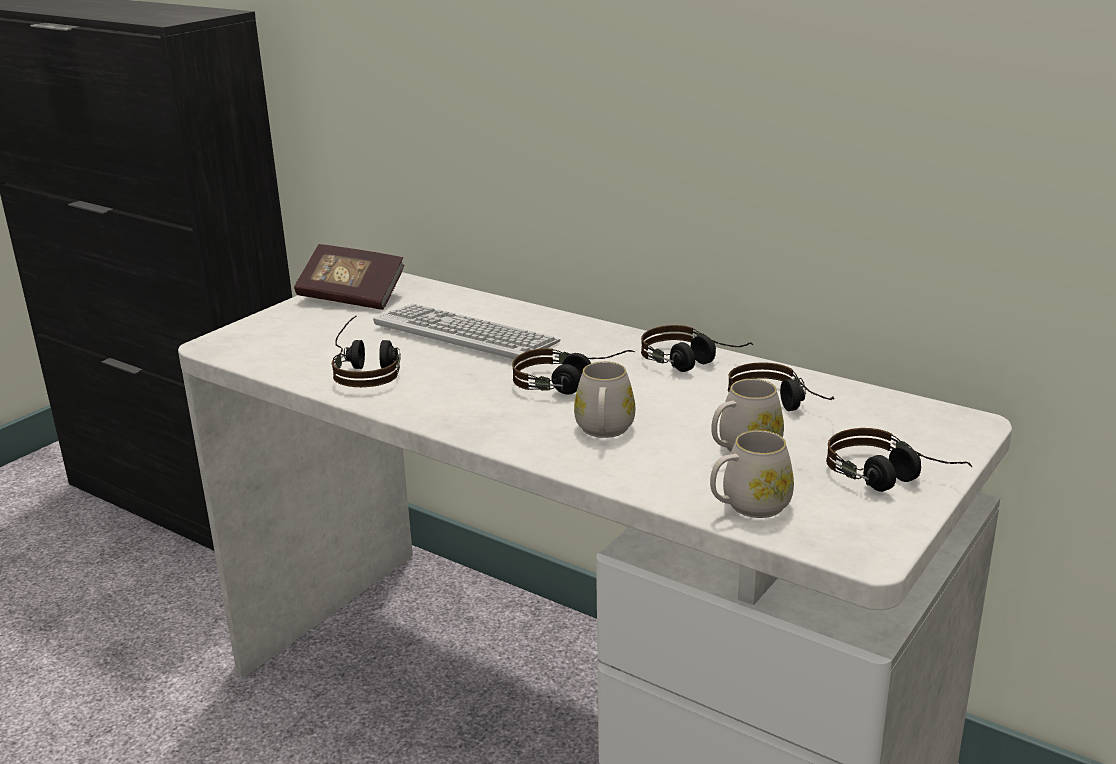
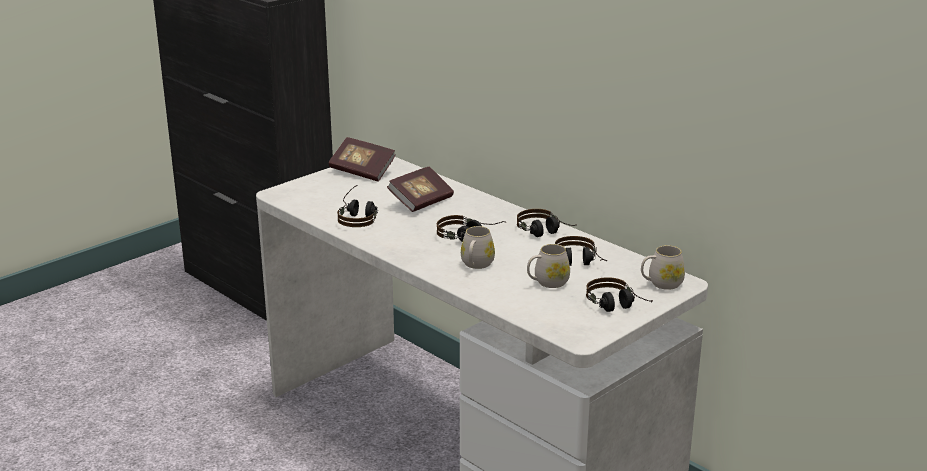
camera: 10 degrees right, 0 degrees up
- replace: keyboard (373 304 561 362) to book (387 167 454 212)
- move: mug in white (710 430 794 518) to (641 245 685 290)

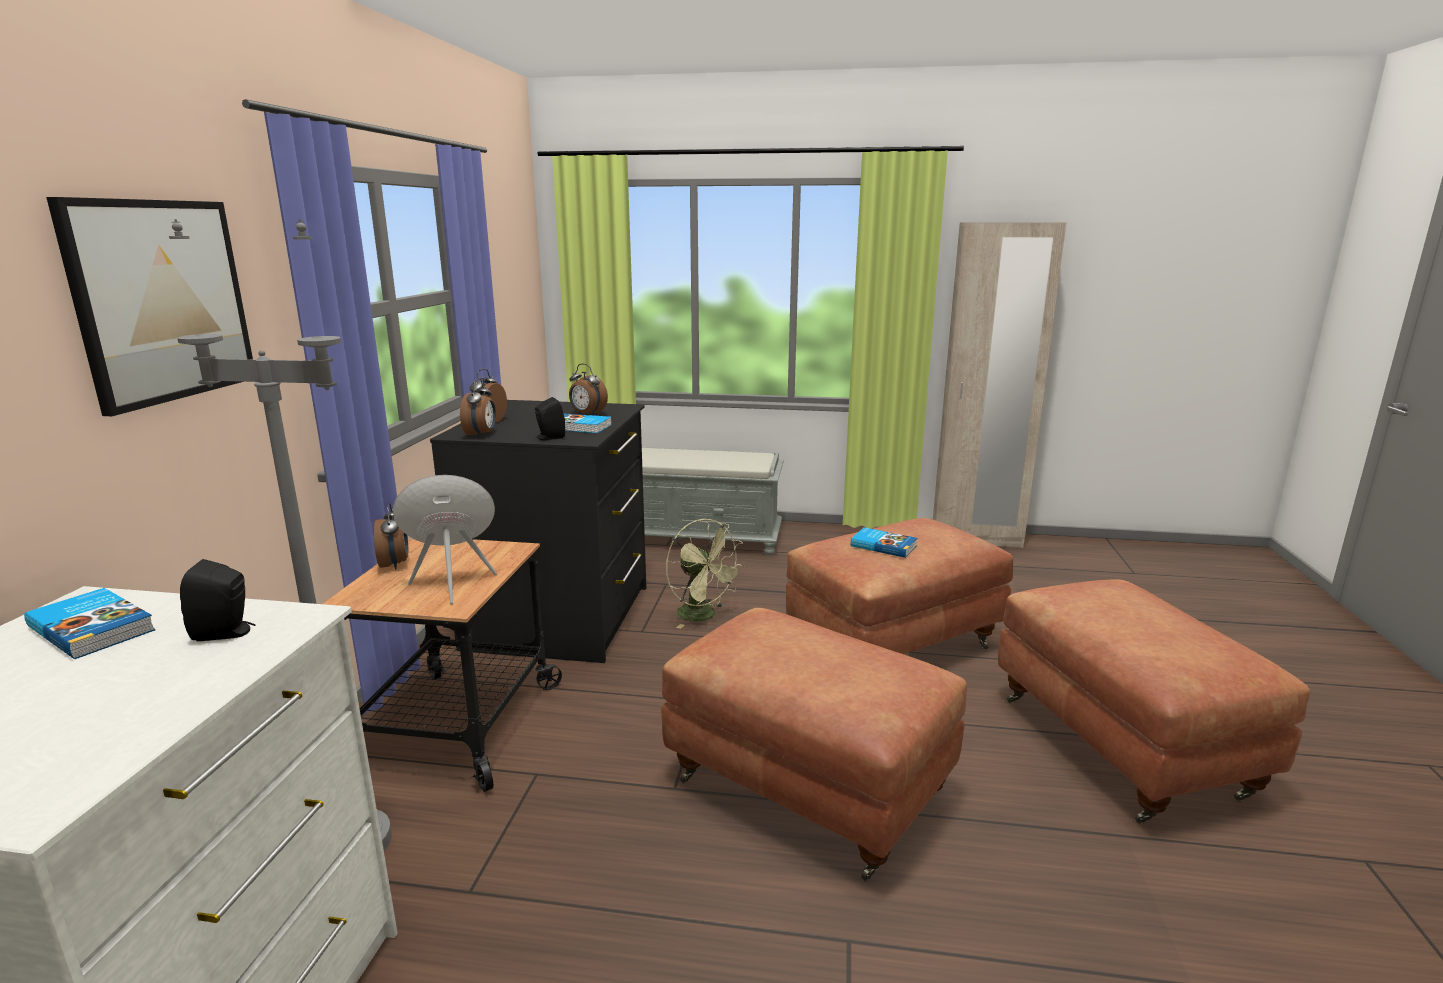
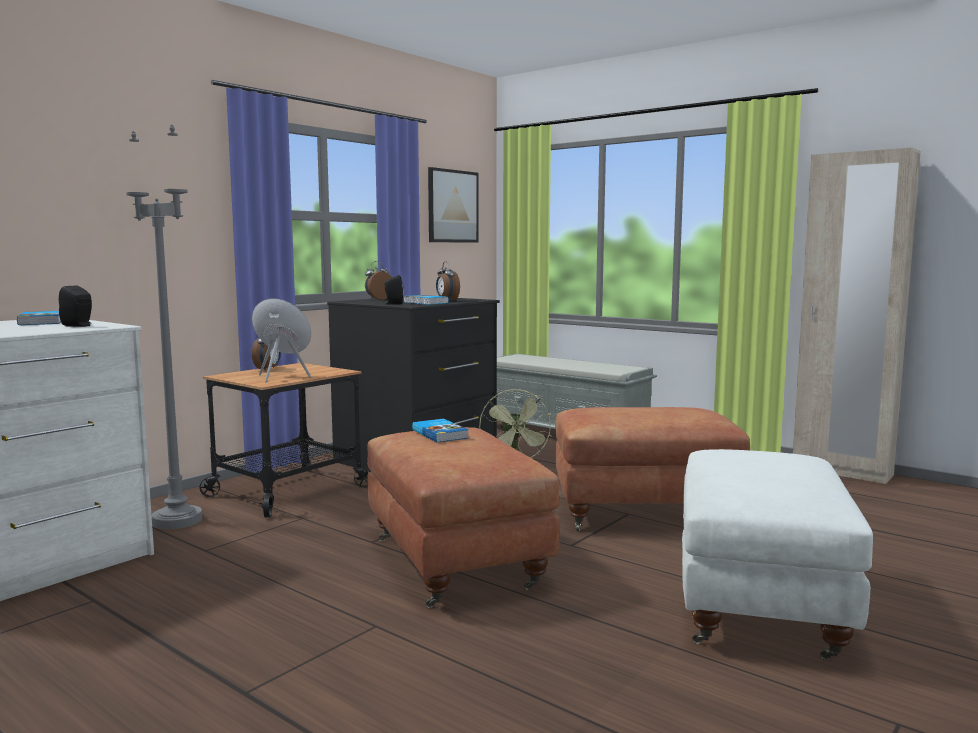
camera: 30 degrees right, 10 degrees down
- move: picture (46 197 253 416) to (428 167 479 243)
- delete: alarm clock (460 378 496 438)
- move: book (851 527 917 558) to (412 419 469 443)
- recolor: ottoman in brown (998 579 1310 824) to ottoman in white (682 449 873 660)

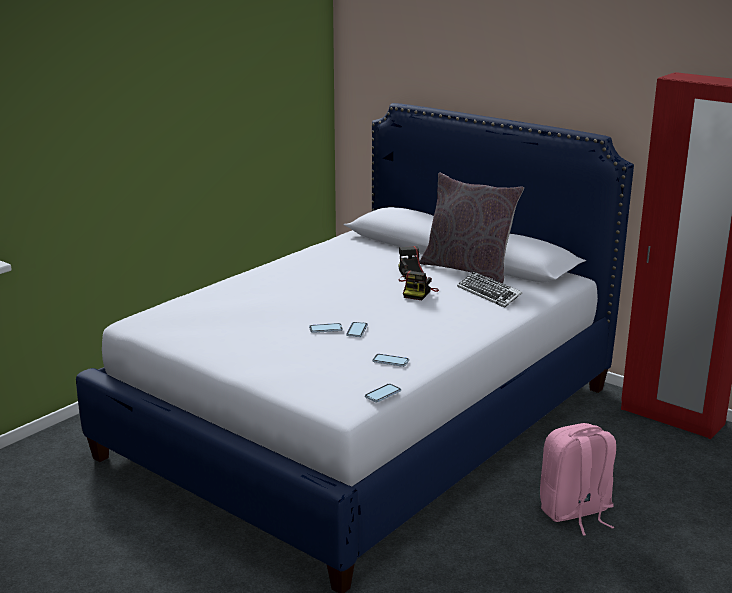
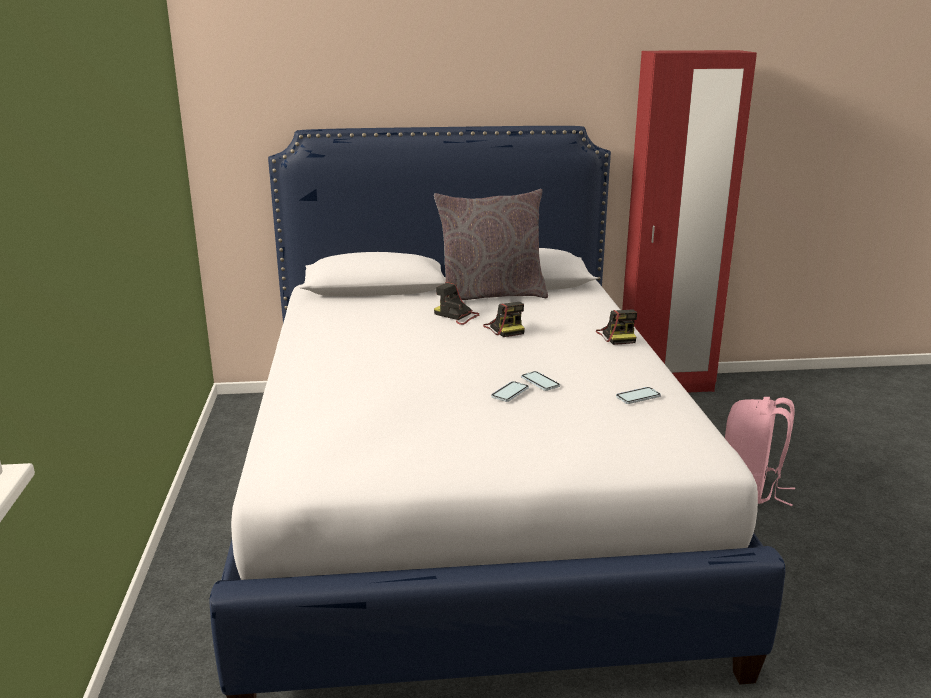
camera: 45 degrees left, 0 degrees up
- delete: keyboard (457 272 522 308)
- delete: phone (365 384 401 402)
- insert: photo camera (596 310 637 345)

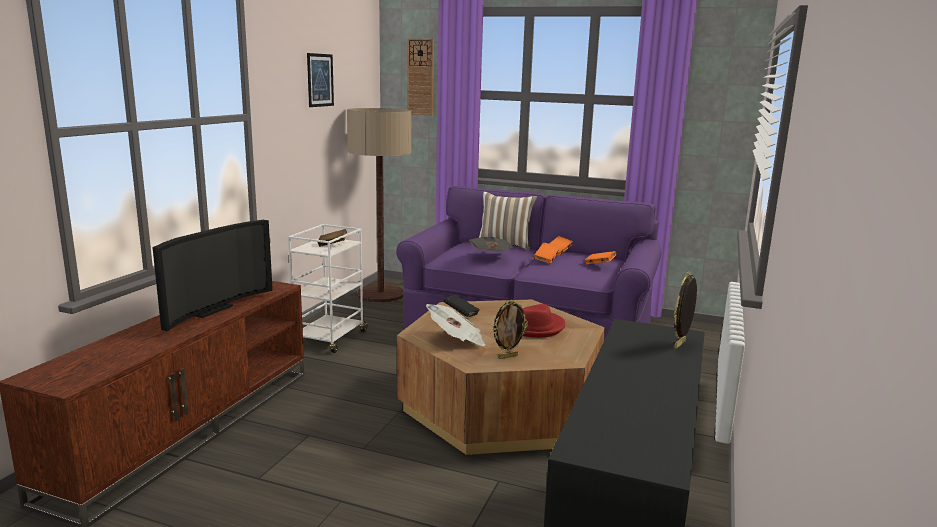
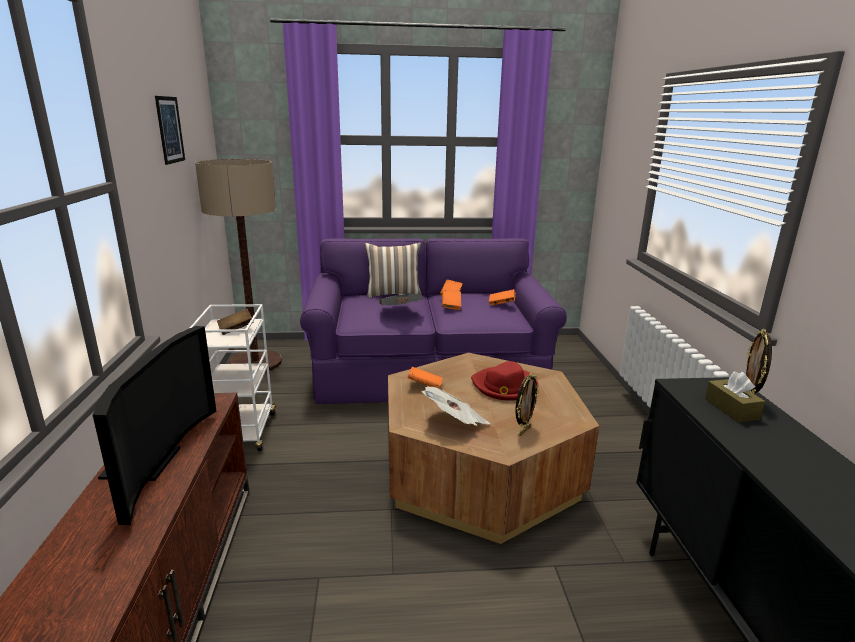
camera: 25 degrees left, 5 degrees up
- delete: wall clock (407 38 434 116)
- recolor: book in black (443 295 480 317) to book in orange (407 367 443 388)
- insert: tissue box in brown (705 371 765 423)

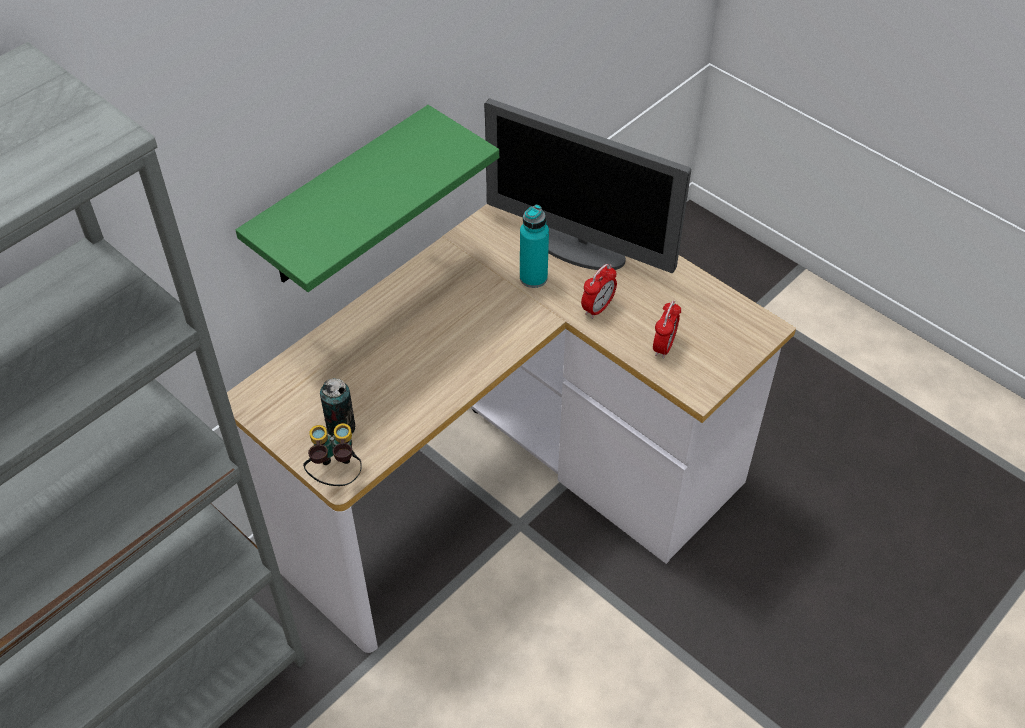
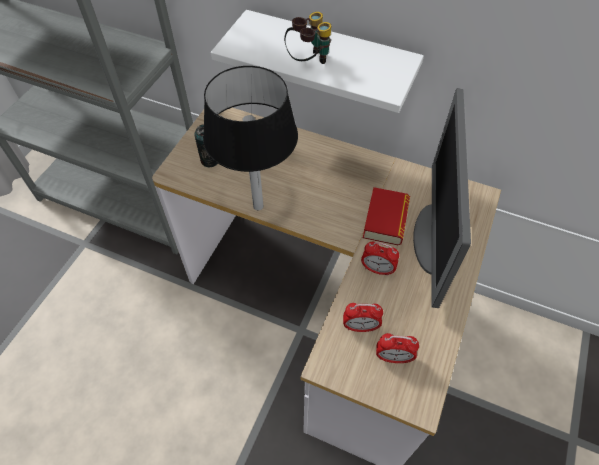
camera: 70 degrees right, 5 degrees up
- recolor: shelf in green (236 105 499 292) to shelf in white (210 10 424 113)
- replace: bottle in turquoise (520 205 549 288) to book (363 187 410 245)
- move: binoculars (303 423 362 486) to (284 12 331 64)
- insert: table lamp in black (203 66 298 210)
- insert: alarm clock (376 333 419 363)

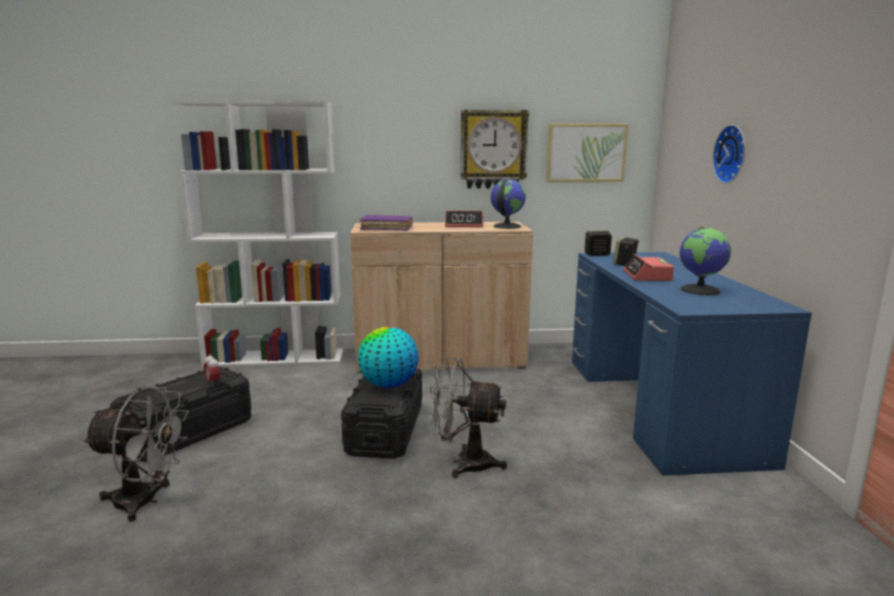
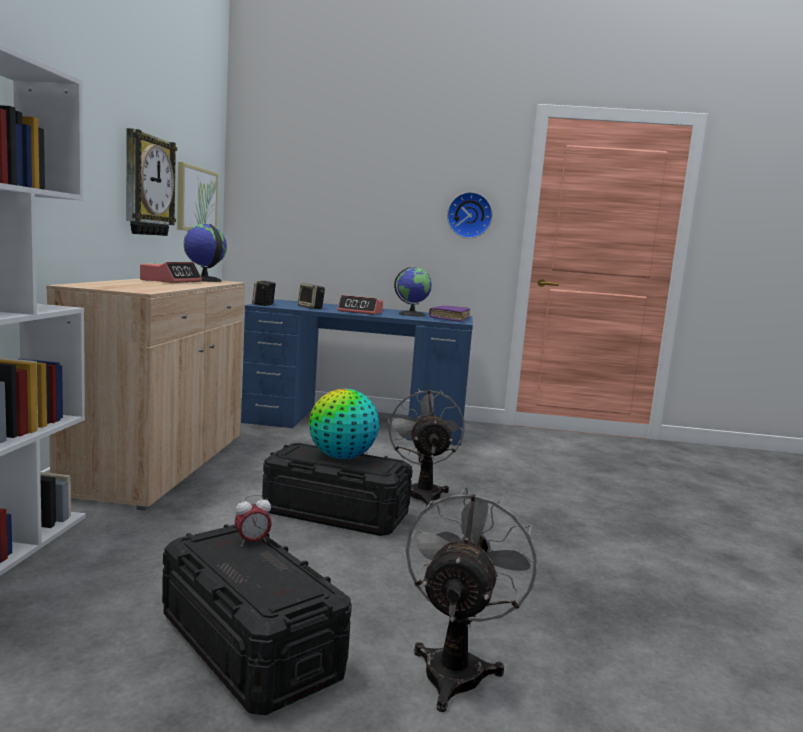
camera: 80 degrees left, 5 degrees down
- move: wall clock (712 125 745 183) to (447 192 493 238)
- move: book in purple (360 214 413 231) to (429 305 470 322)
- rotate: fan in grey (428 357 507 478) = (388 388 465 507) 150 degrees clockwise

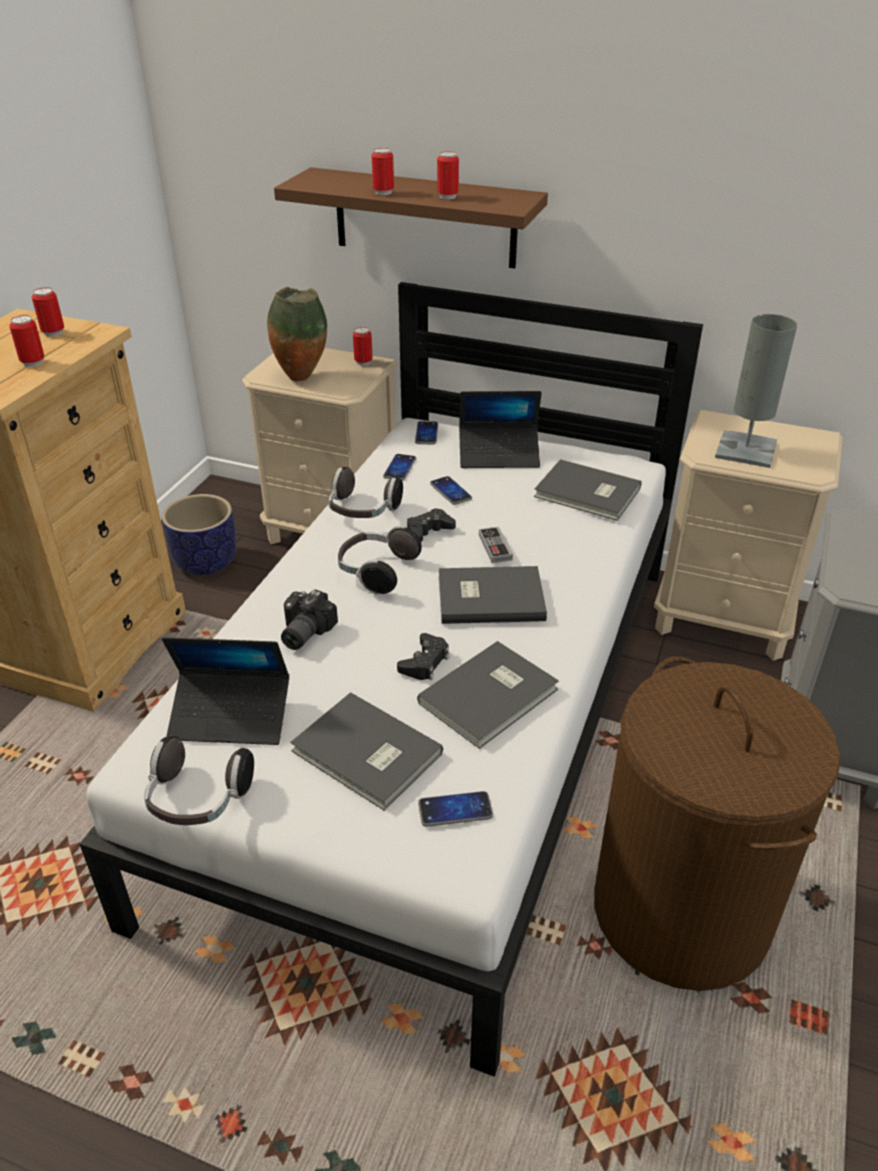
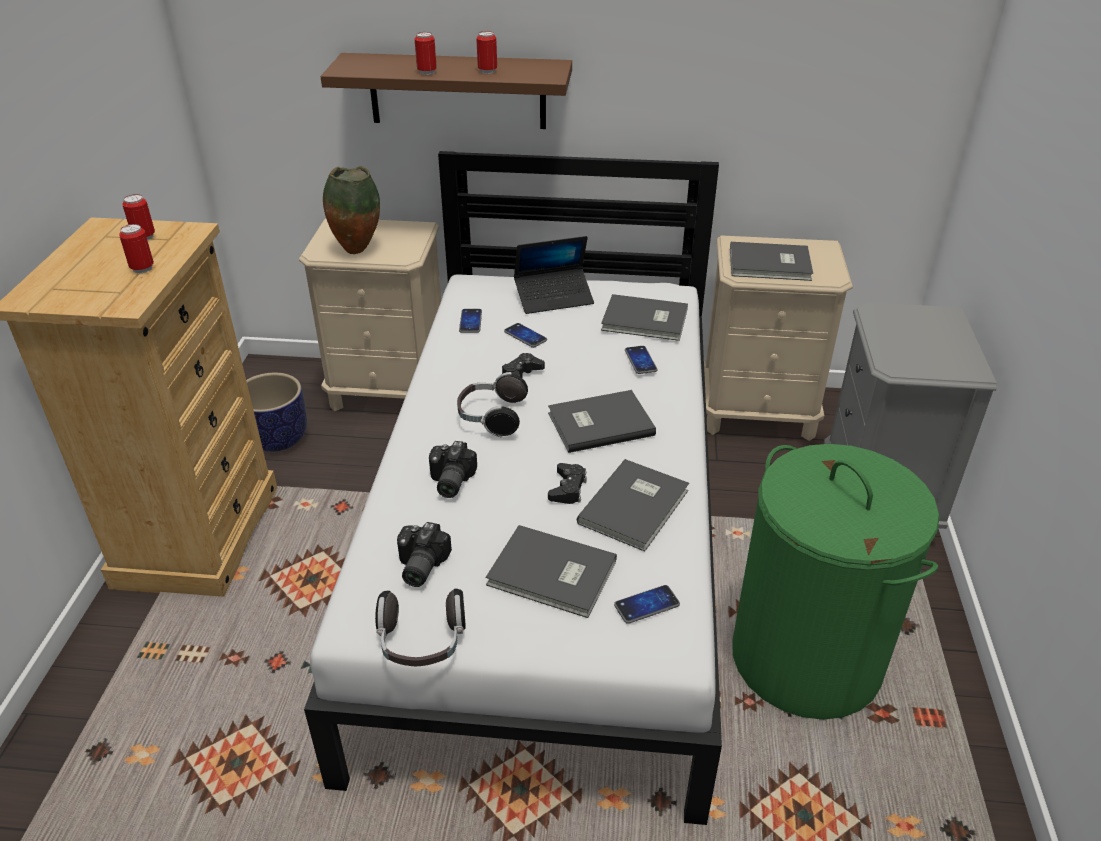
camera: 15 degrees left, 0 degrees up
- replace: table lamp in grey (715 314 797 468) to book in grey (730 242 813 281)
- delete: can (353 327 373 366)
- move: phone (415 421 438 444) to (625 346 657 374)
- delete: headphones (328 467 403 518)
- delete: game controller (479 527 513 563)
- replace: laptop (162 637 289 745) to photo camera (397 522 452 587)
- recolor: laundry basket in brown (594 656 840 991) to laundry basket in green (732 444 940 720)

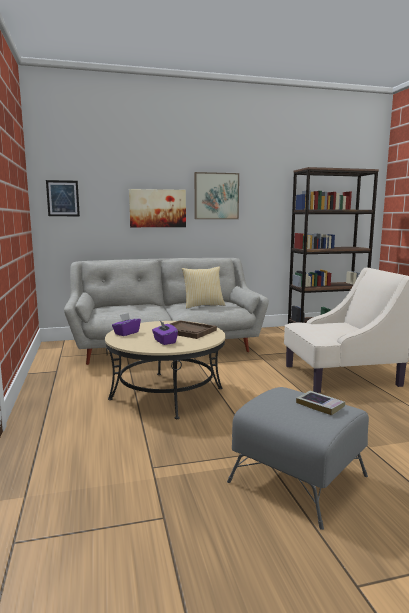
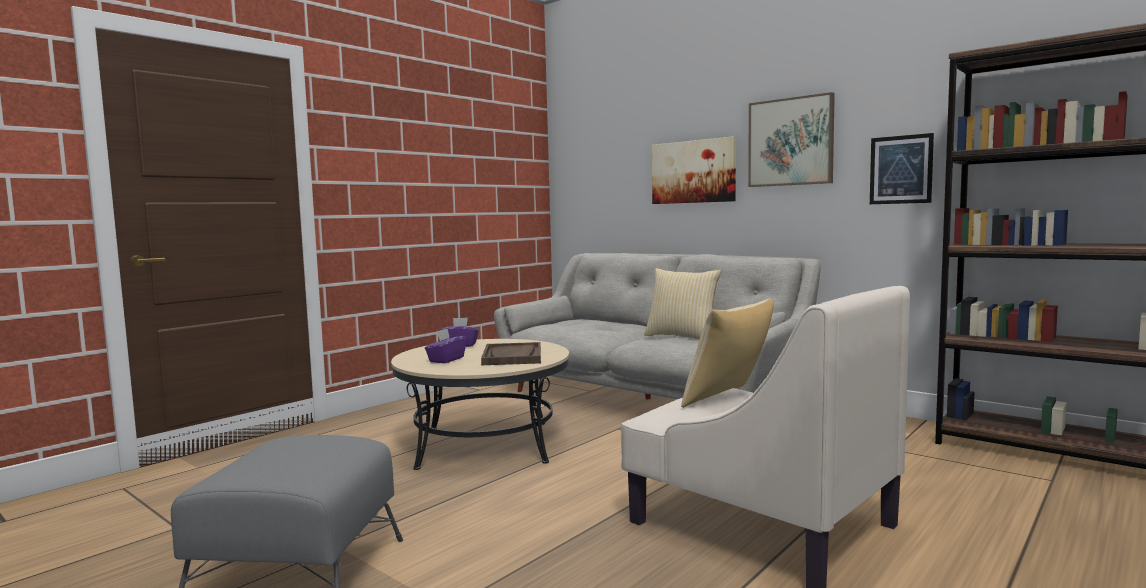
camera: 55 degrees right, 5 degrees down
- move: picture (46 180 80 216) to (870 133 934 204)
- delete: book (296 391 345 415)
- insert: pillow (681 299 774 408)

